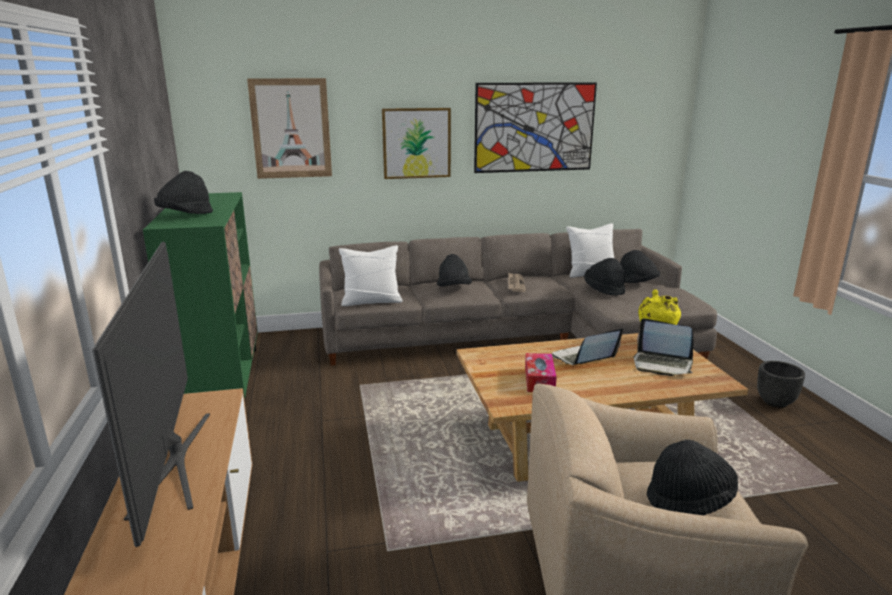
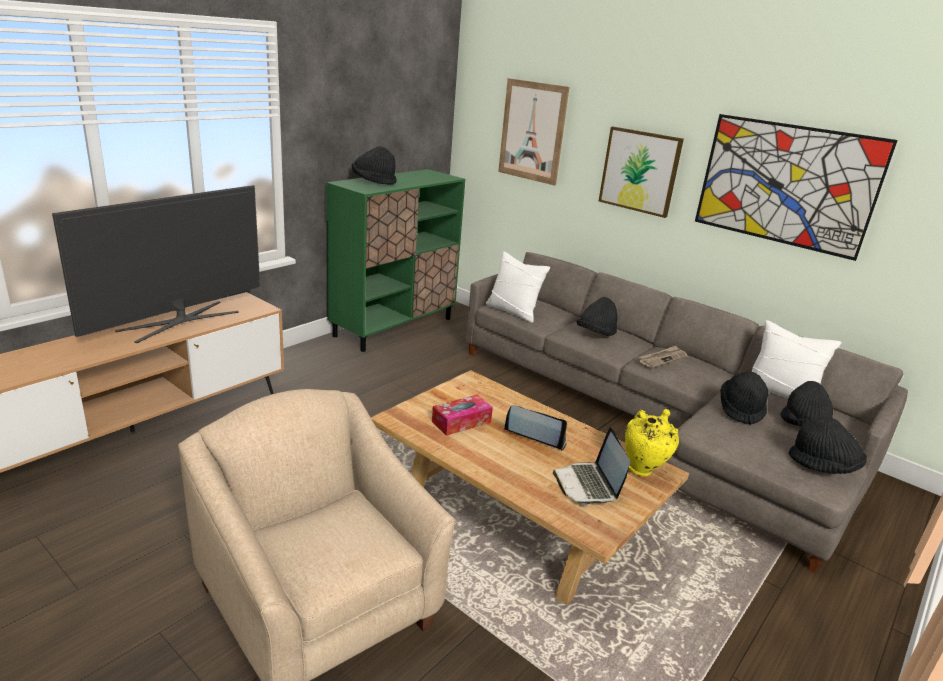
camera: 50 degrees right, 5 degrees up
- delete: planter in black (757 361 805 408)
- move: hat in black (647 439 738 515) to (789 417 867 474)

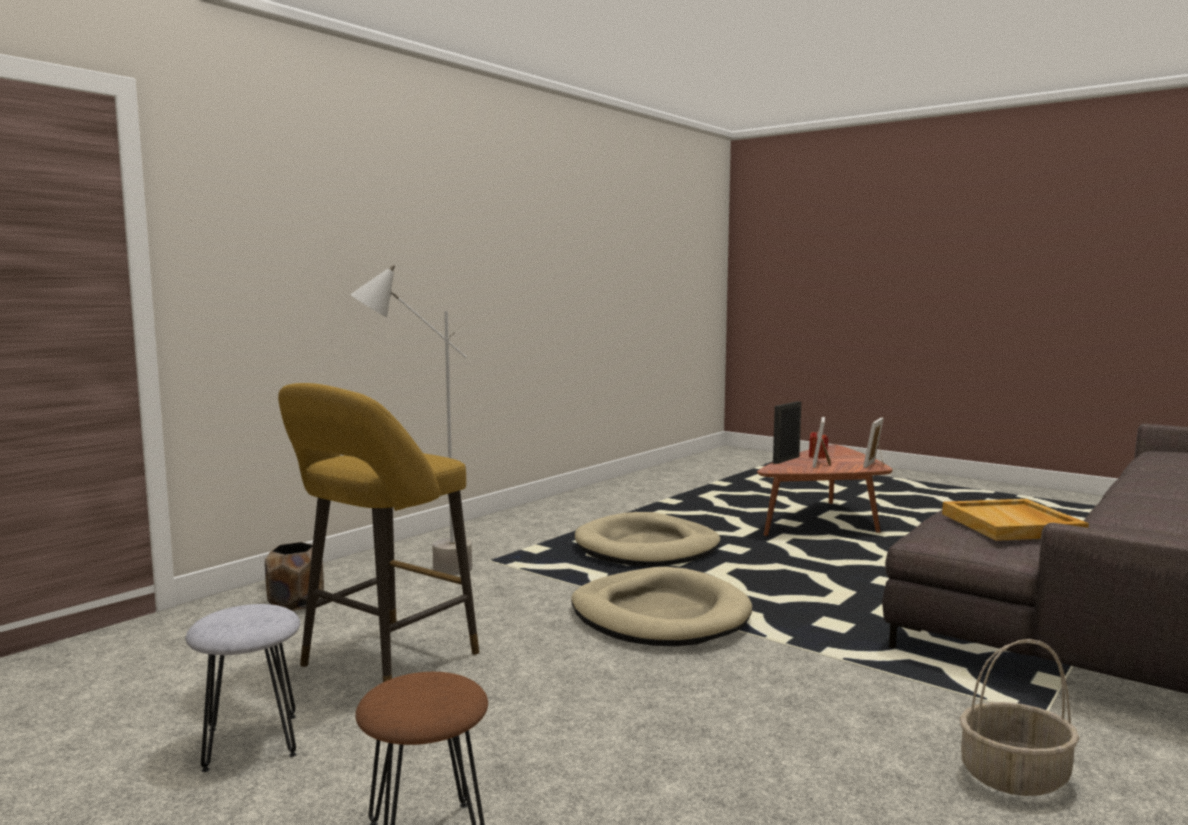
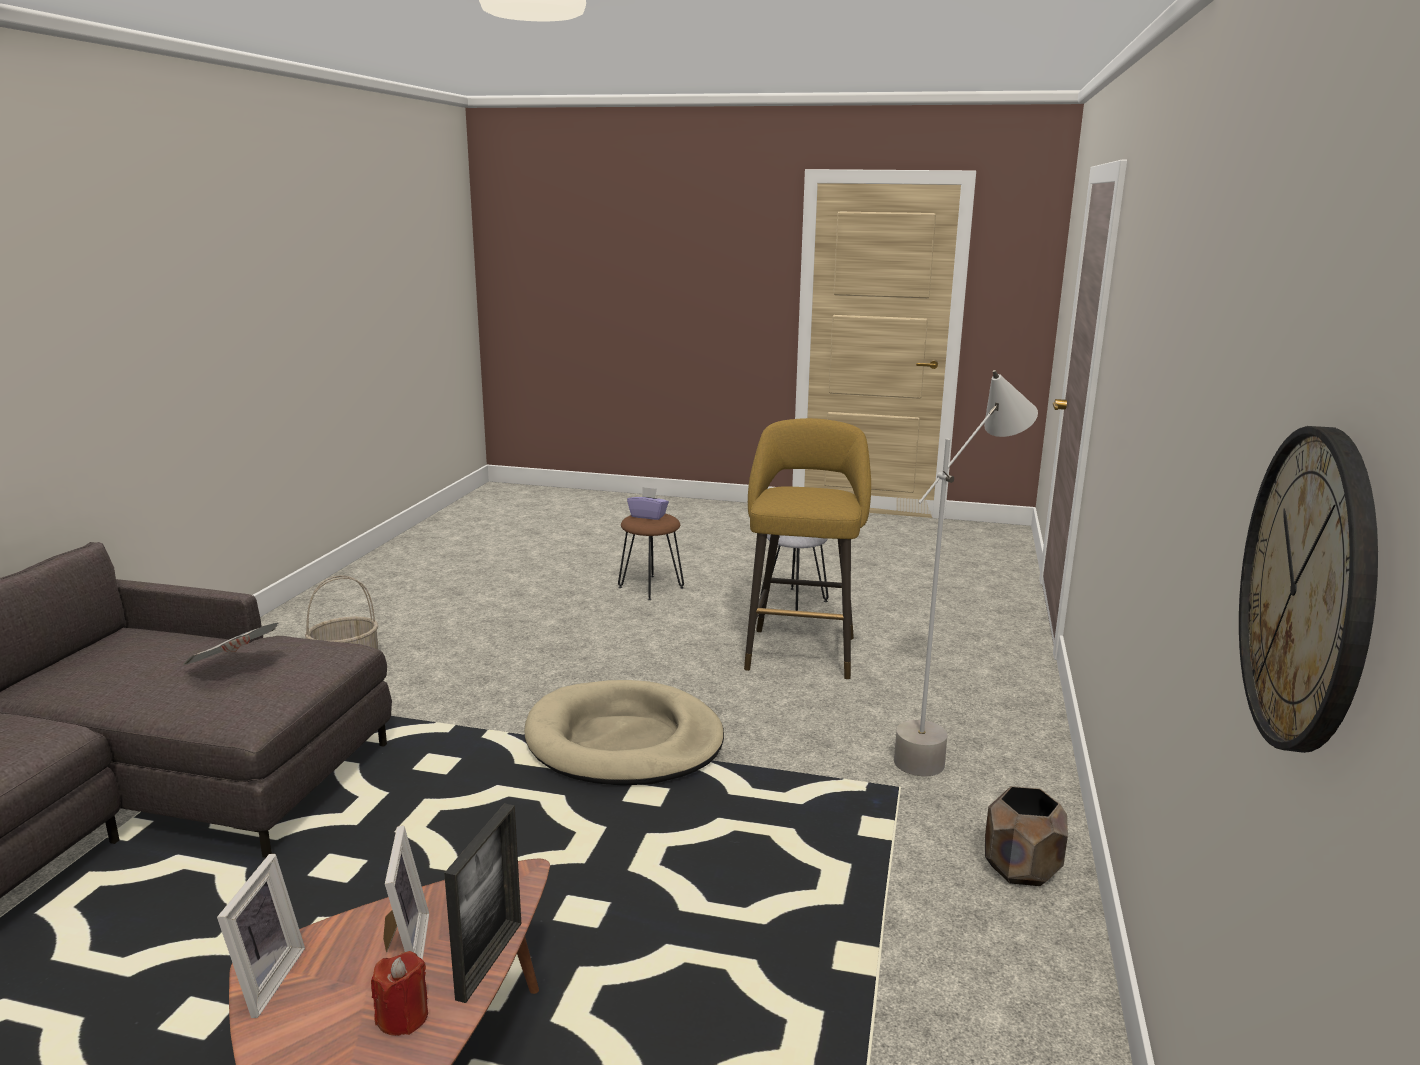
camera: 155 degrees right, 10 degrees up
- replace: tray in beige (942 499 1089 541) to newspaper (183 623 279 666)
- delete: dog bed in beige (575 512 721 566)
- move: planter in brown (265 542 324 611) to (985 786 1068 886)
- insert: wall clock (1239 426 1378 753)
- insert: tissue box in purple (627 487 669 520)

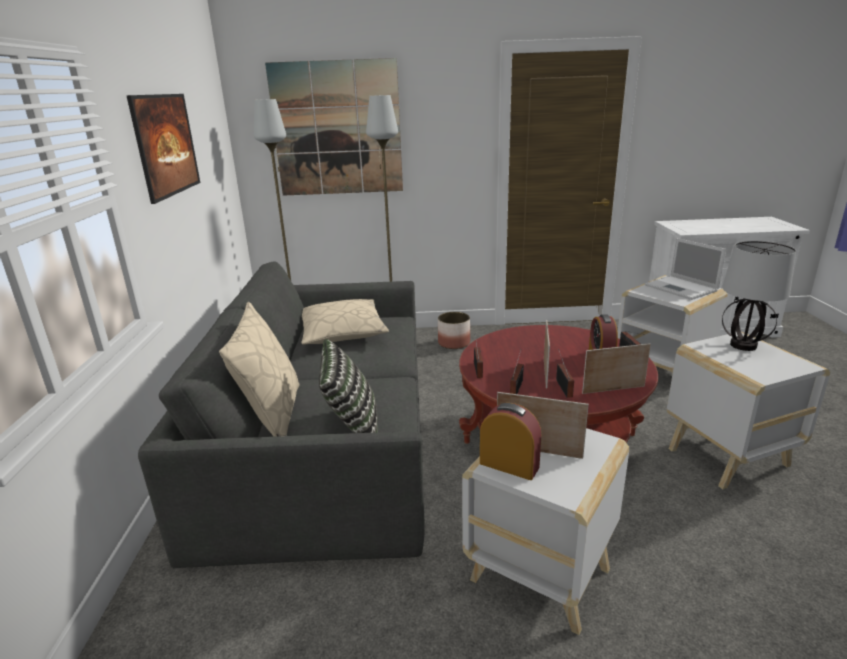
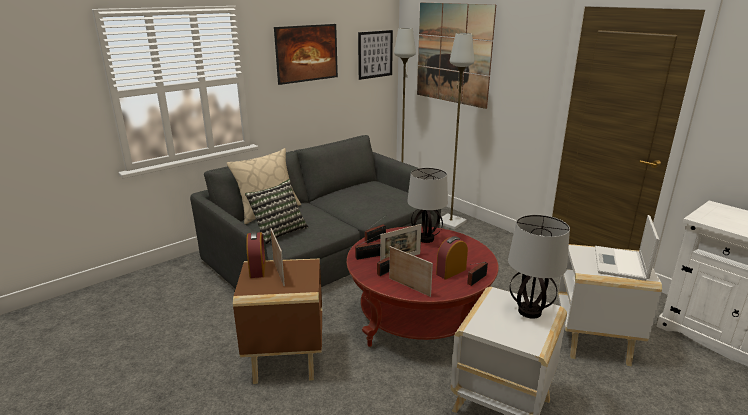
camera: 50 degrees right, 0 degrees up
- delete: pillow in beige (301 299 389 345)
- delete: planter (438 312 470 349)
- recolor: side table in white (462 428 629 635) to side table in brown (233 259 322 384)
- insert: picture (358 30 393 80)
- insert: table lamp (407 168 448 243)

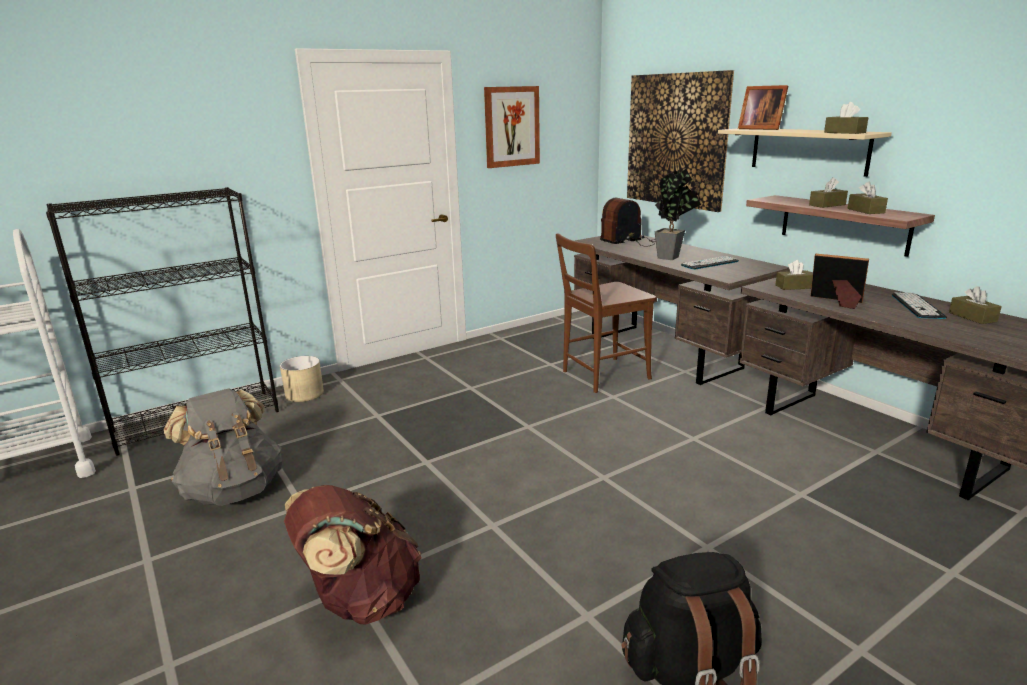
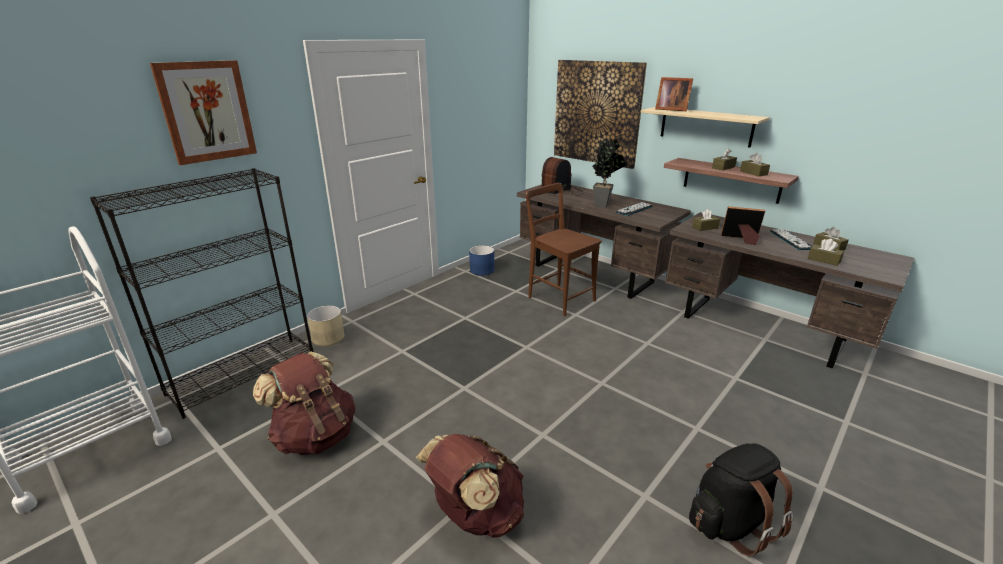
camera: 15 degrees left, 5 degrees up
- move: picture (484 86 540 168) to (150 60 257 165)
- move: tissue box in brown (824 102 869 134) to (808 239 844 266)
- rotate: chair in brown (556 233 656 393) = (526 183 602 316) 90 degrees clockwise
- recolor: backpack in grey (164 388 282 506) to backpack in brown (253 351 355 455)
- insert: planter in blue (469 245 494 275)

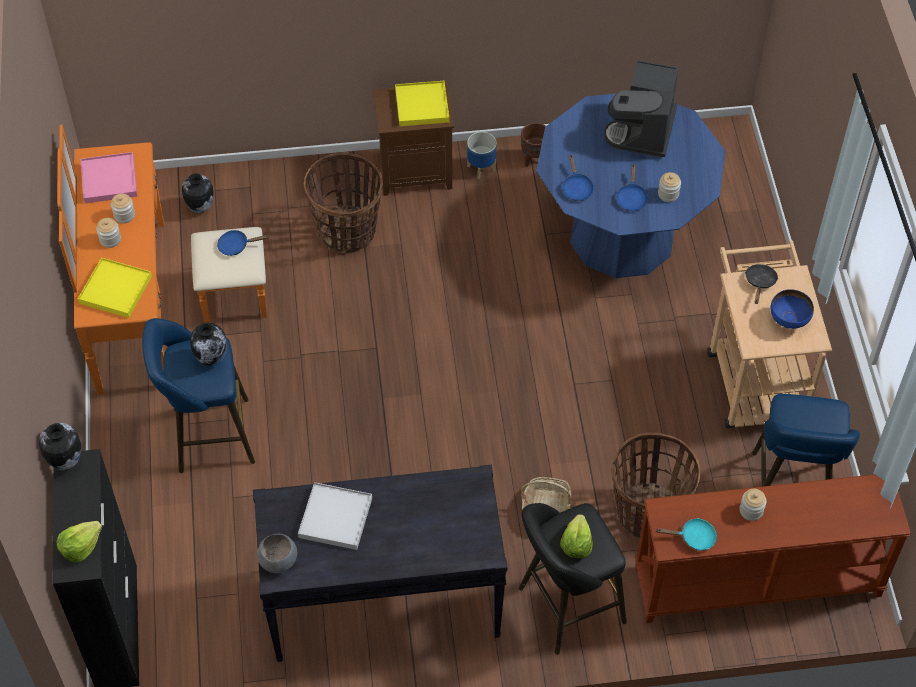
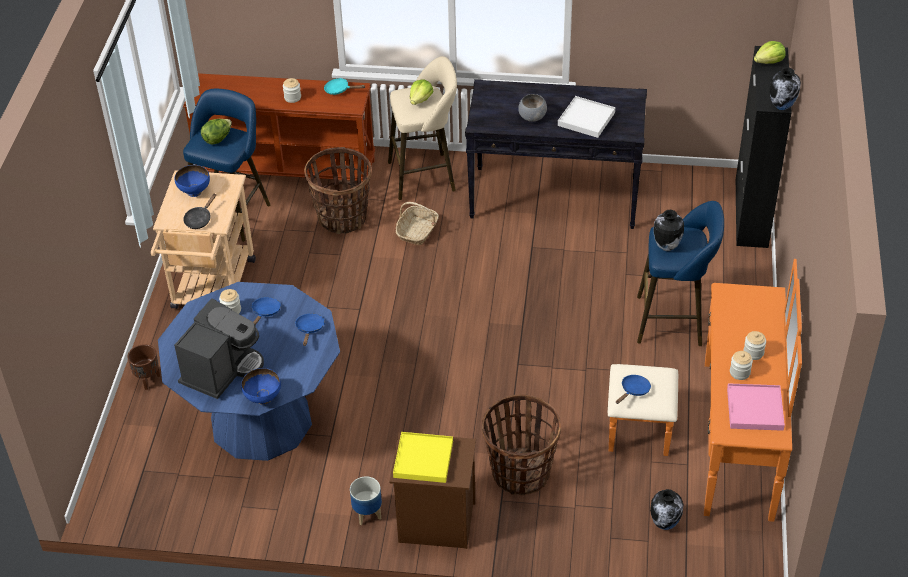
camera: 165 degrees left, 10 degrees down
- move: planter in brown (521 123 546 167) to (127 344 160 390)
- rotate: frying pan in blue (217 230 270 256) = (616 375 651 404) 60 degrees counterclockwise
- delete: tray in yellow (78 258 152 318)
- recolor: stool in black (519 503 627 655) to stool in beige (388 56 457 200)
- move: bowl in grey (257 534 297 573) to (518 94 547 122)
- insert: lettuce (201 119 232 144)
- insert: bowl in blue (241 368 281 405)

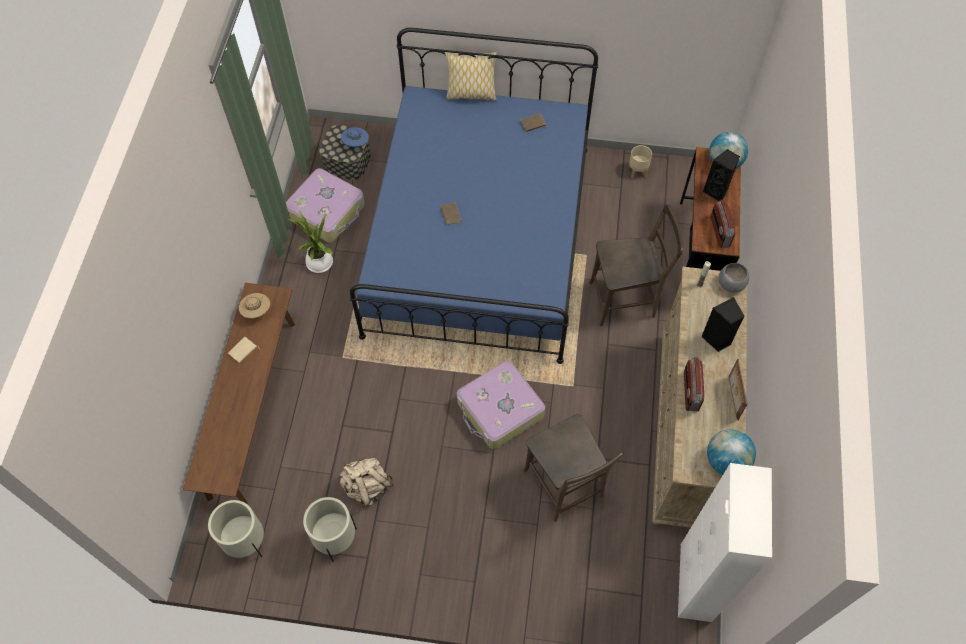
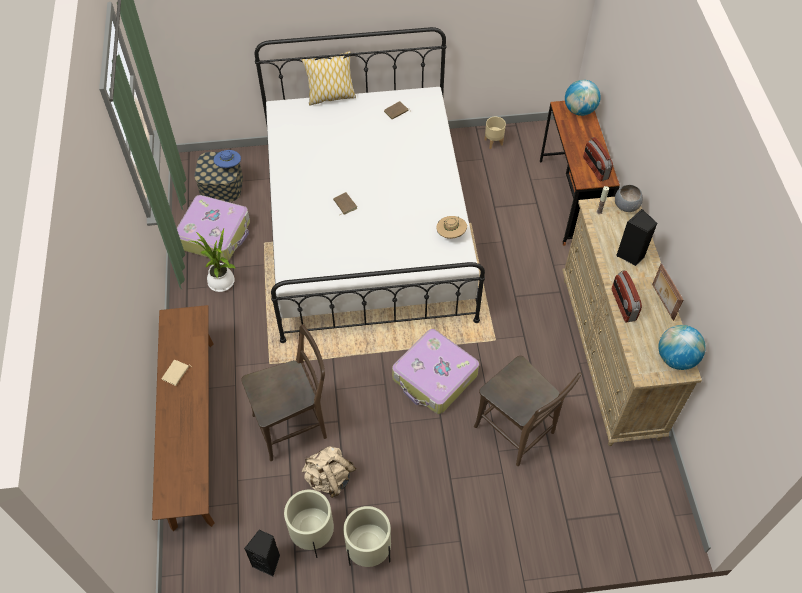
camera: 15 degrees left, 5 degrees down
- recolor: bed in blue (350 28 598 364) to bed in white (254 27 485 343)
- move: speaker in black (703 149 740 201) to (244 530 280 576)
- move: chair in brown (589 204 683 326) to (241 324 327 461)
- move: hat in beige (239 293 270 319) to (436 216 467 239)
- delete: cabinet in white (678 463 772 622)
- move: planter in beige (208 500 264 558) to (343 506 391 567)

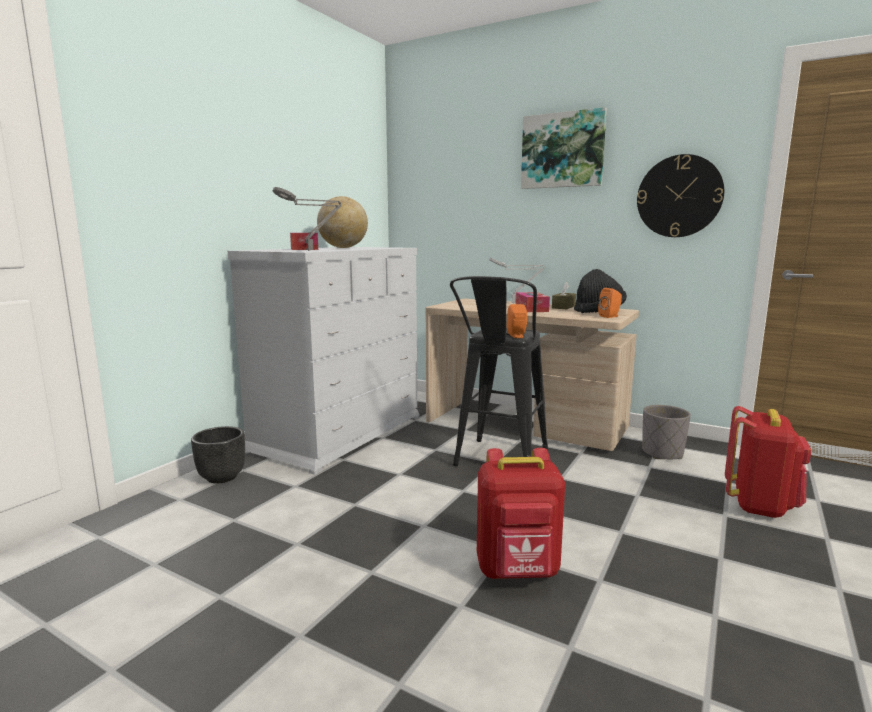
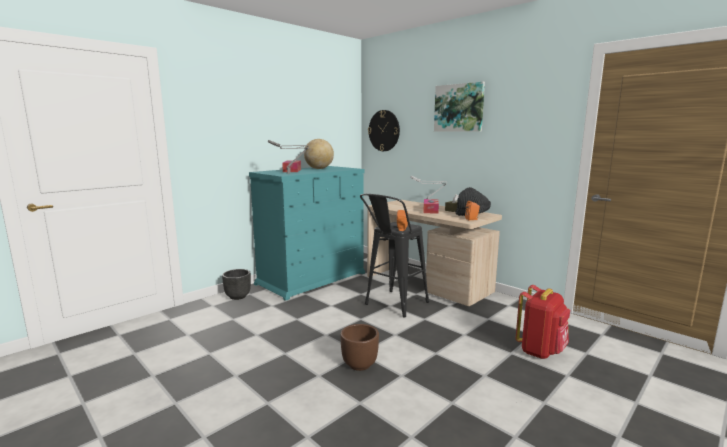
camera: 15 degrees right, 0 degrees up
- move: wall clock (637 154 724 237) to (368 110 400 151)
- recolor: dresser in white (228 247 419 475) to dresser in turquoise (249 166 365 301)
- delete: planter in grey (642 405 691 459)
- replace: backpack in red (477 448 565 579) to planter in brown (340 324 379 371)

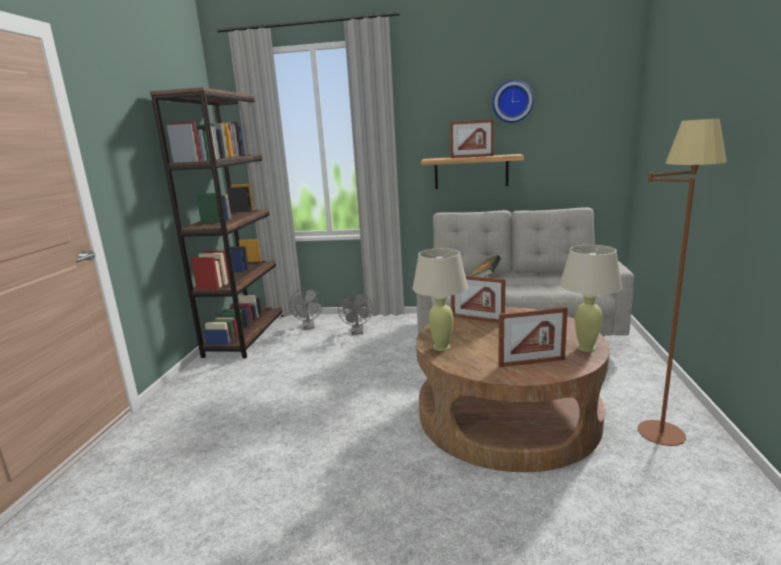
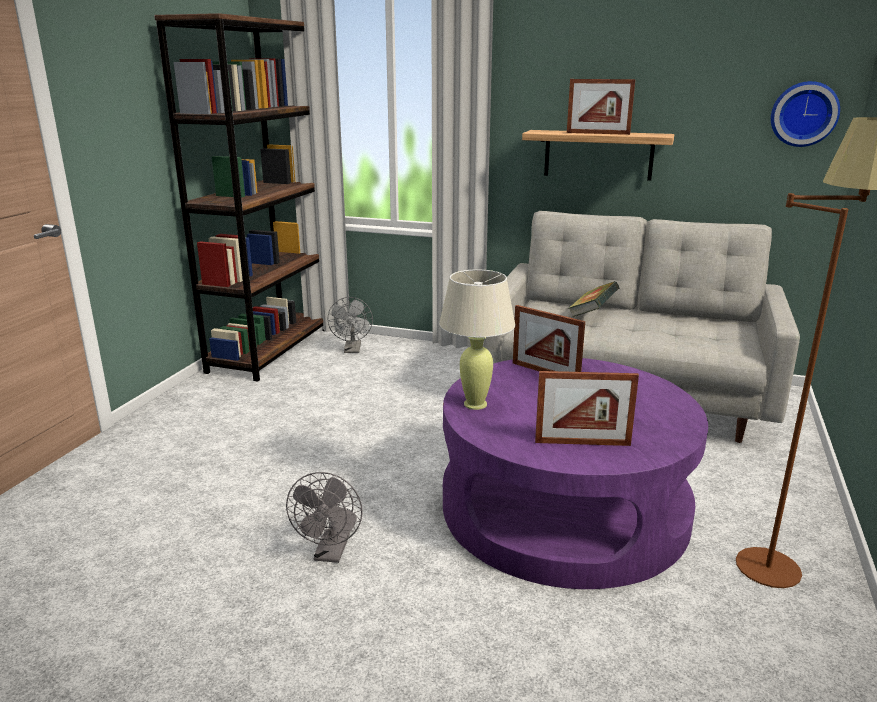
camera: 10 degrees right, 5 degrees up
- move: wall clock (492 80 534 123) to (771 81 840 147)
- delete: table lamp in beige (560 245 622 352)
- move: fan in grey (338 292 373 335) to (286 472 363 563)
- recolor: coffee table in brown (416 307 610 472) to coffee table in purple (443 358 708 589)

